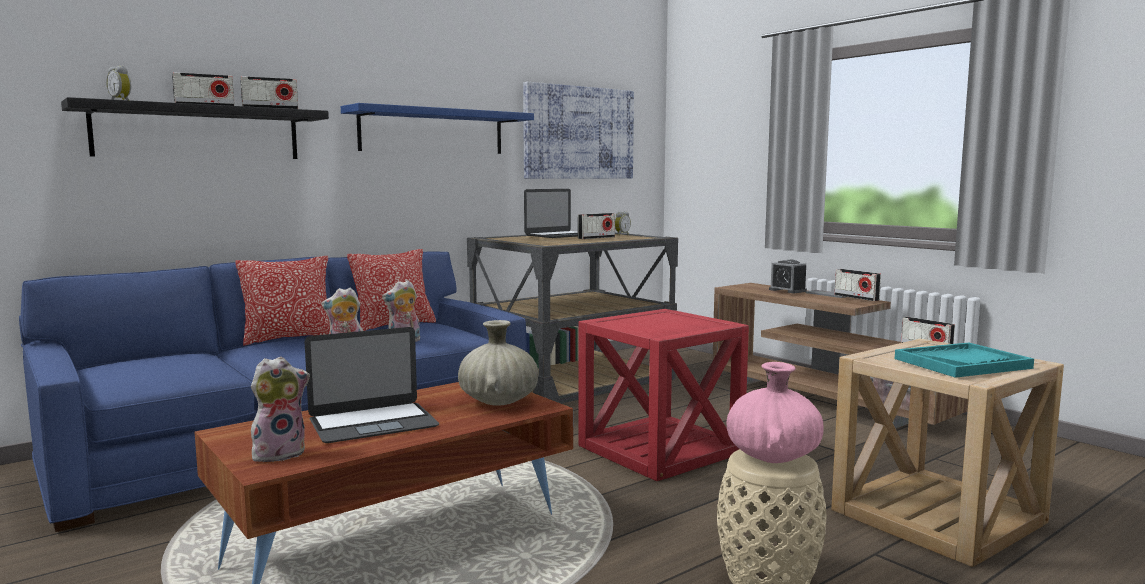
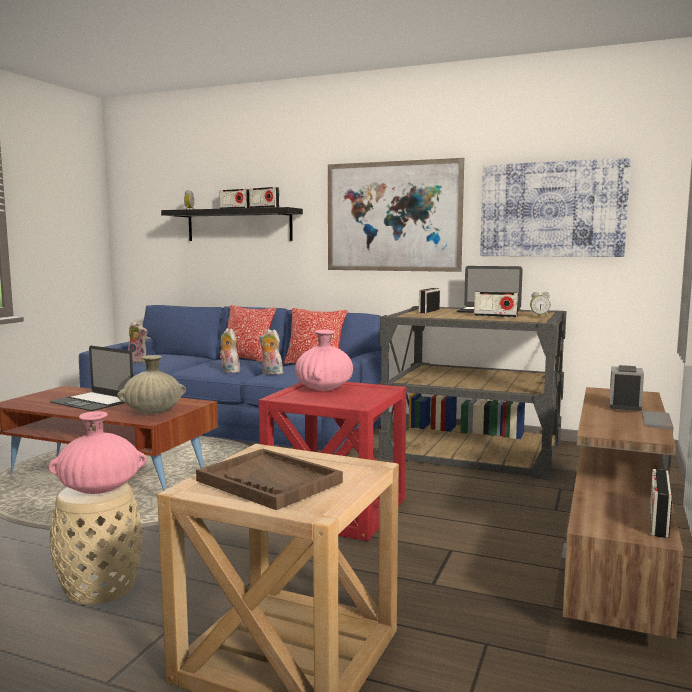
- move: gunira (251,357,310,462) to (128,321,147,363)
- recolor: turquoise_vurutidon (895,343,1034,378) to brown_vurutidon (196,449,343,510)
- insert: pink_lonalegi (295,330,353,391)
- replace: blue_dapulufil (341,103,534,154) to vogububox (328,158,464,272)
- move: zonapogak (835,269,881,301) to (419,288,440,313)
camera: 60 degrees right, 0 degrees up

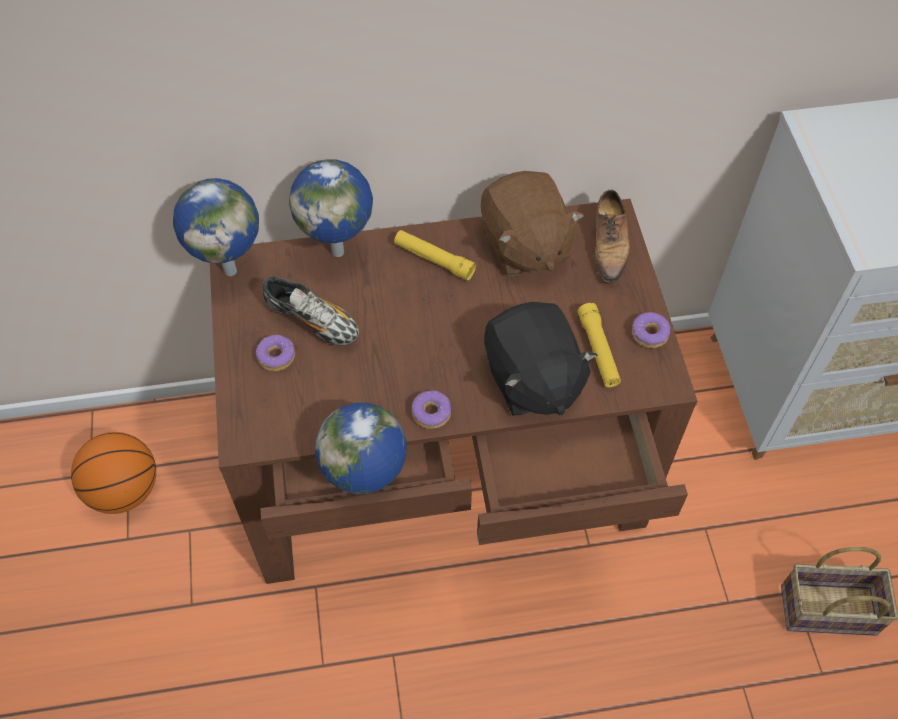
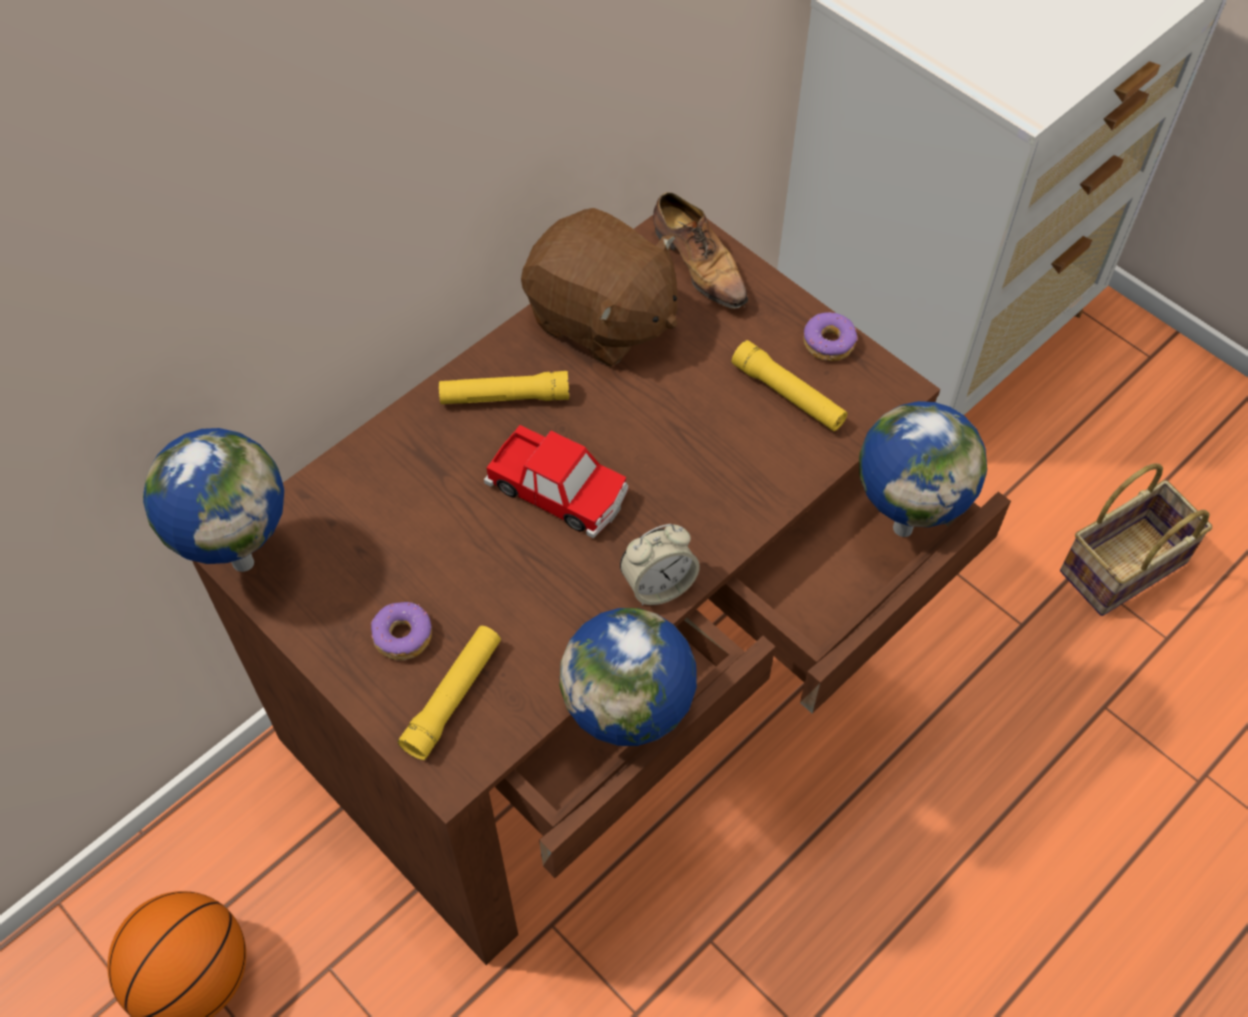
- insert: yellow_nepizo (398,626,501,760)
- insert: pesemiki (484,425,628,538)
- replace: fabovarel (412,390,451,429) to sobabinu (620,524,700,606)
- move: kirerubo (289,159,373,257) to (859,401,987,537)
- delete: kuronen (263,276,359,346)
- delete: black_gunira (484,302,597,416)
camera: 35 degrees left, 0 degrees up

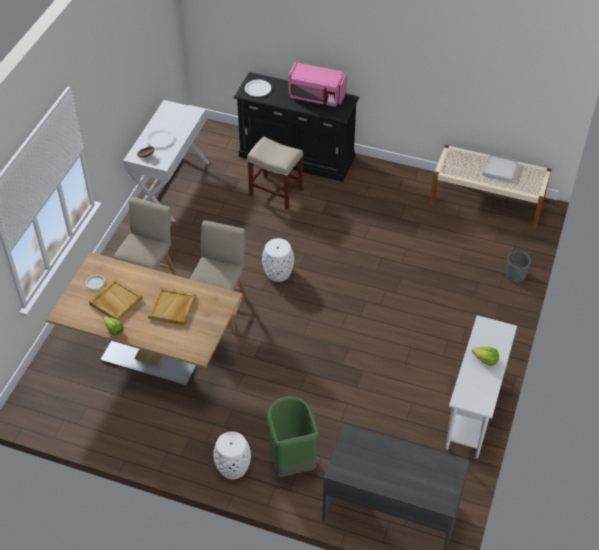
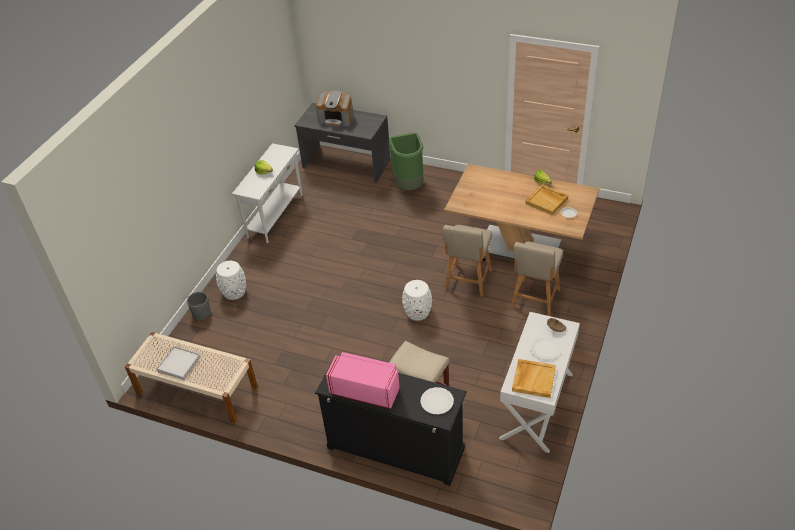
- move: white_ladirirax (213,431,251,479) to (216,261,246,300)
- insert: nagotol (316,90,354,127)
- move: beige_vurutidon (148,287,196,326) to (512,359,556,398)
camera: 175 degrees left, 5 degrees down

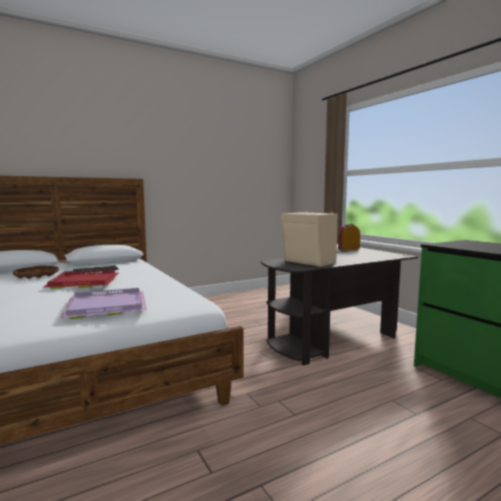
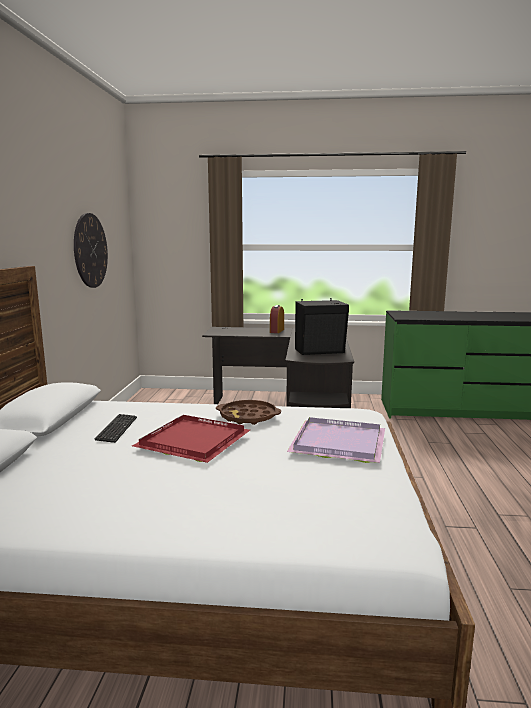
- insert: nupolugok (74,213,108,288)
- move: brown_vurutidon (13,265,59,279) to (216,400,281,425)
- recolor: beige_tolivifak (281,211,338,266) to black_tolivifak (295,298,349,355)
camera: 55 degrees left, 5 degrees up

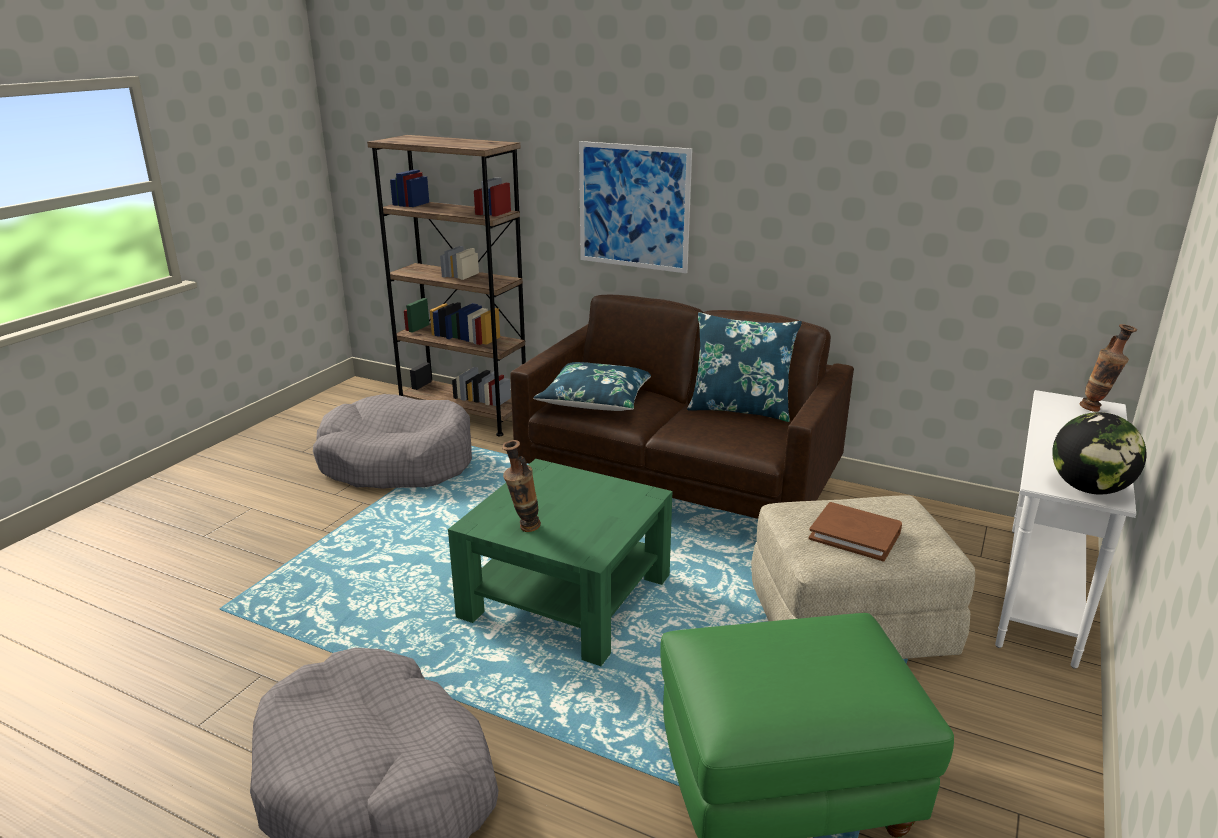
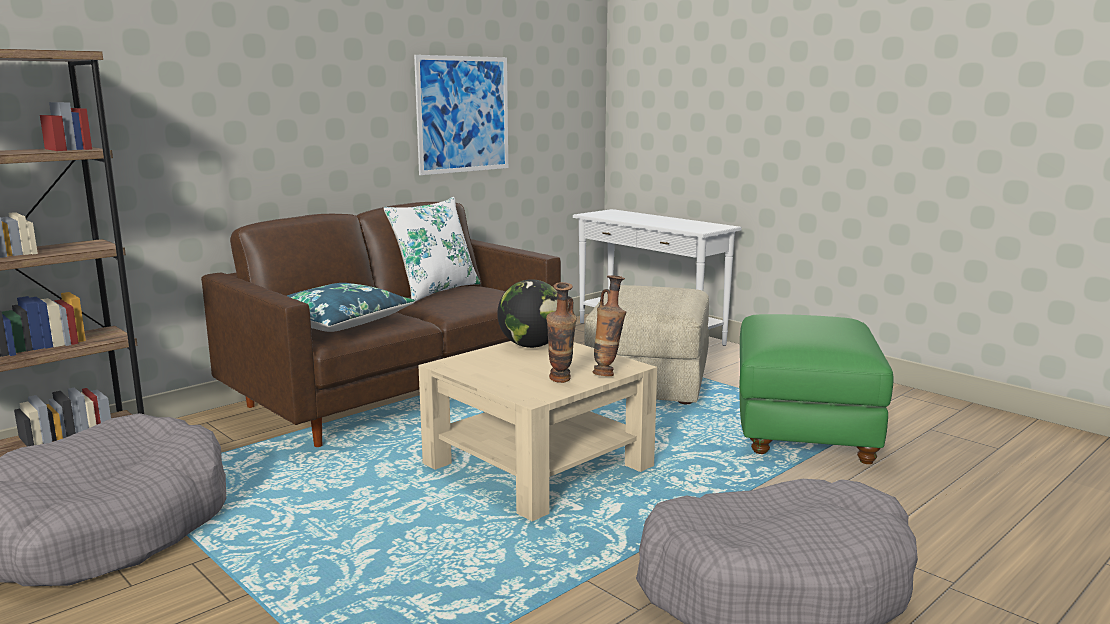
- recolor: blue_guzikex (687,312,802,422) to white_guzikex (384,197,480,302)
- move: vogububox (579,141,692,273) to (414,55,508,175)
- recolor: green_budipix (448,459,672,666) to beige_budipix (418,341,657,521)
- move: kirerubo (1052,412,1146,495) to (497,279,557,348)
- move: lonalegi (1080,324,1137,412) to (593,275,626,376)
- delete: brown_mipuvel (808,502,902,562)
camera: 70 degrees left, 10 degrees down

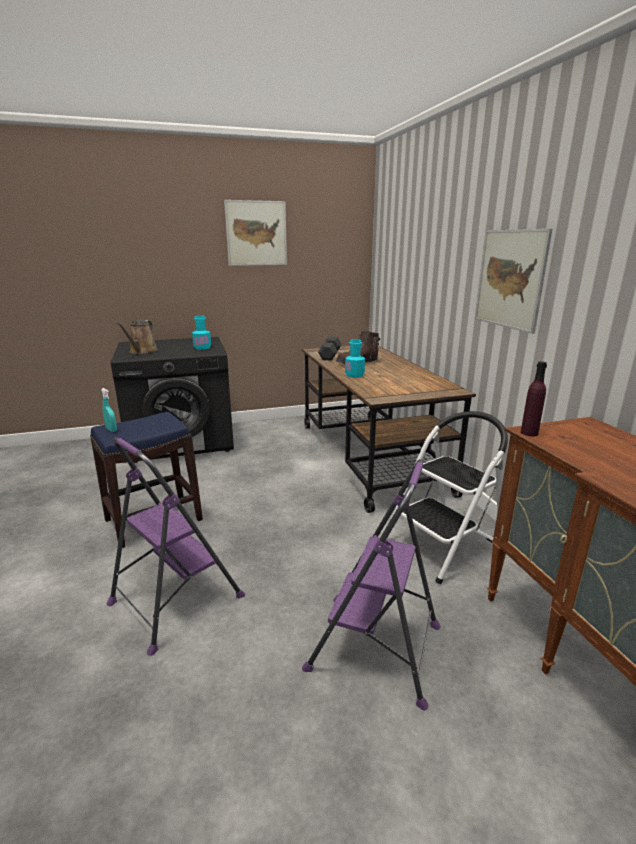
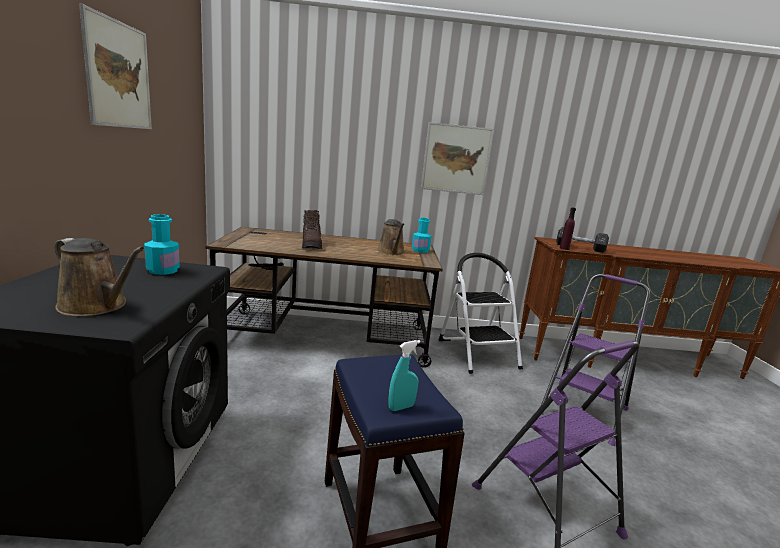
- insert: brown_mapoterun (377,219,405,255)
- move: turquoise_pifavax (345,339,365,378) to (412,218,432,253)
- move: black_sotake (318,336,342,361) to (556,227,609,253)
camera: 75 degrees left, 5 degrees down

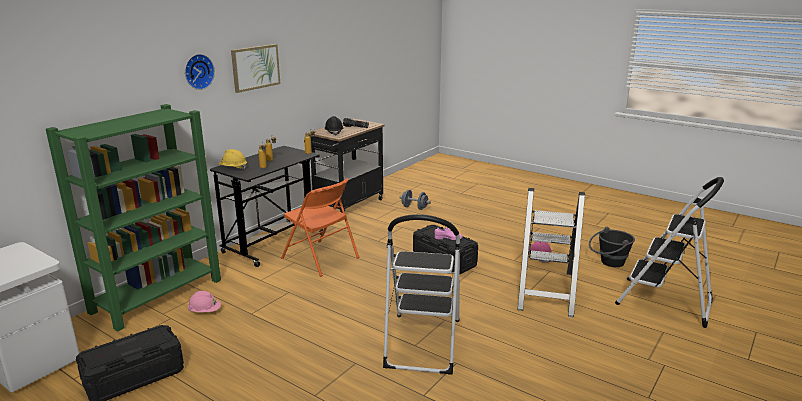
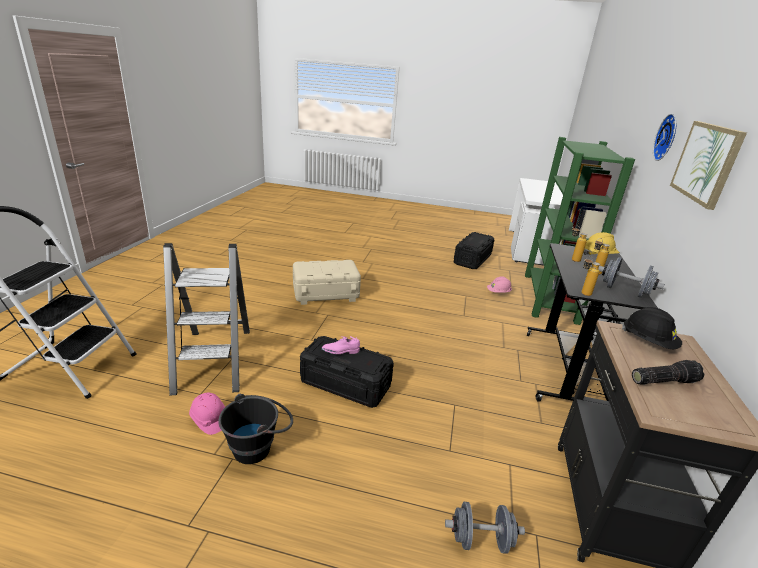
- move: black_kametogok (589,227,635,267) to (218,394,293,464)
- replace: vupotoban (383,214,460,375) to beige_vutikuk (293,260,361,305)
- insert: grey_sotake (599,257,665,298)
- delete: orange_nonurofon (281,178,359,277)
camera: 155 degrees right, 5 degrees up

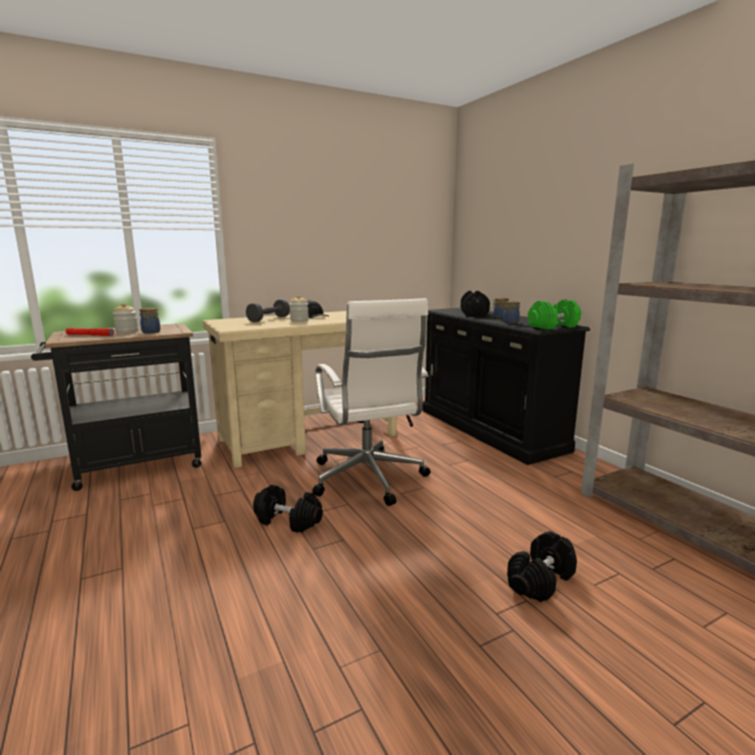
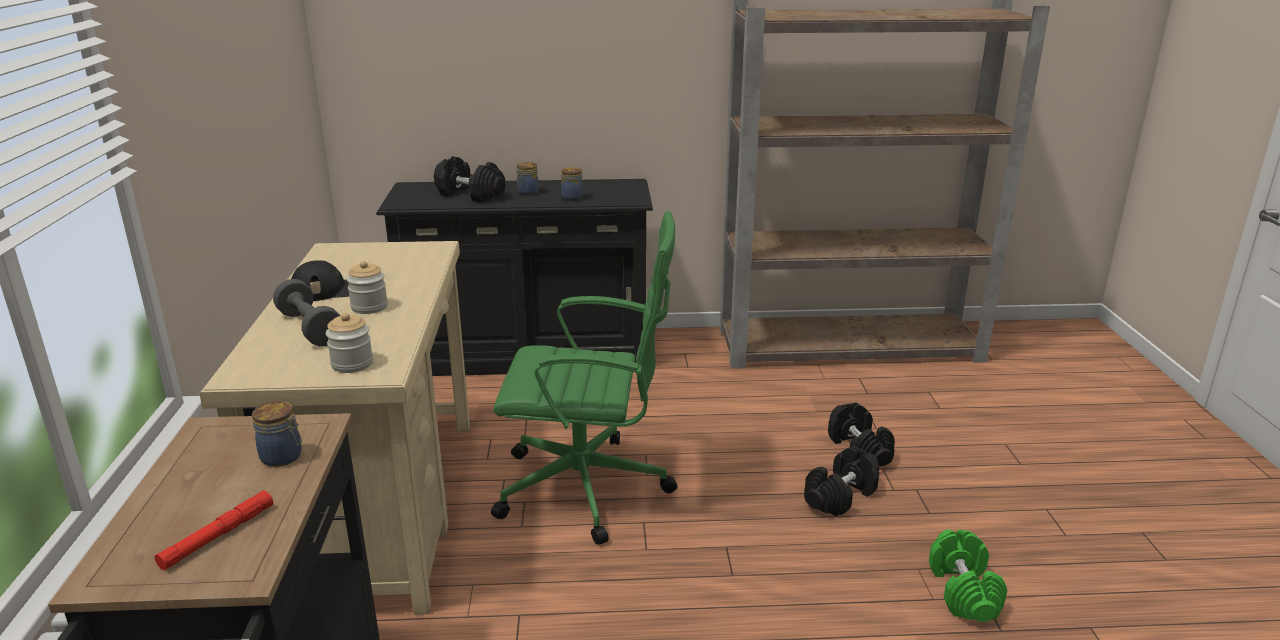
- move: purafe (113,303,138,333) to (326,313,373,373)
- recolor: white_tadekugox (312,298,431,506) to green_tadekugox (491,211,678,545)
- move: black_sotake (253,485,323,533) to (804,446,880,516)
- move: green_sotake (528,299,581,330) to (929,529,1007,622)
camera: 65 degrees left, 10 degrees up

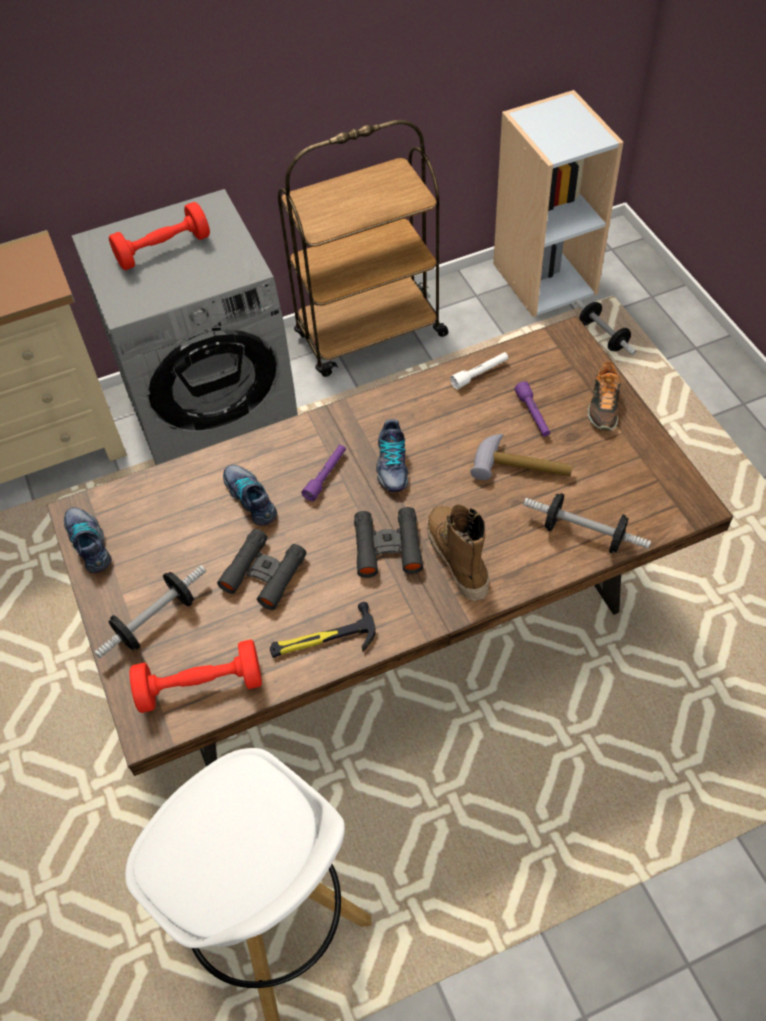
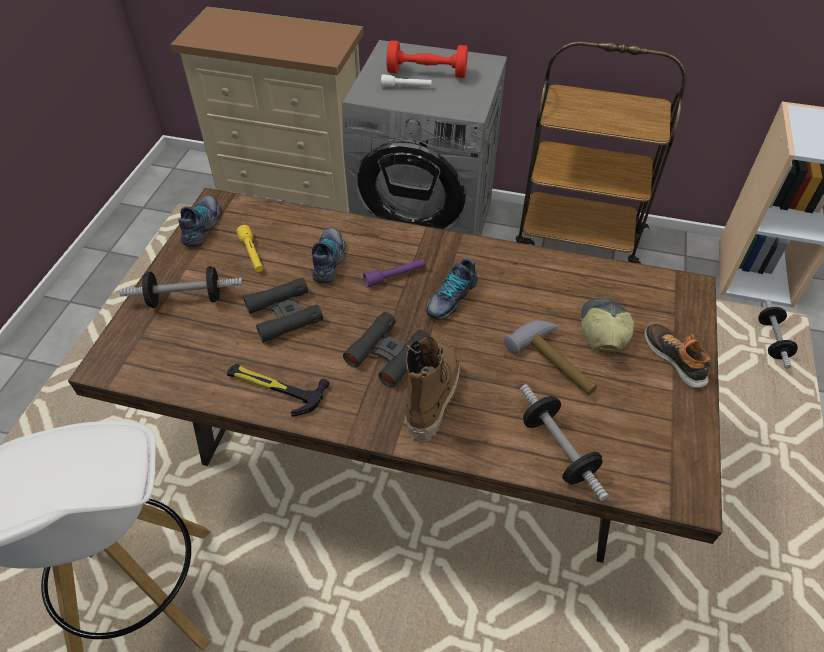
- insert: yellow_nepizo (236,225,263,272)
- move: white_nepizo (450,352,508,389) to (381,74,432,87)
- replace: purple_nepizo (514,381,550,437) to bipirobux (581,297,634,352)
- rotate: kuronen (588,360,621,431) = (645,323,711,389) 105 degrees clockwise
- delete: red_sotake (129,640,262,713)
camera: 35 degrees right, 5 degrees down

